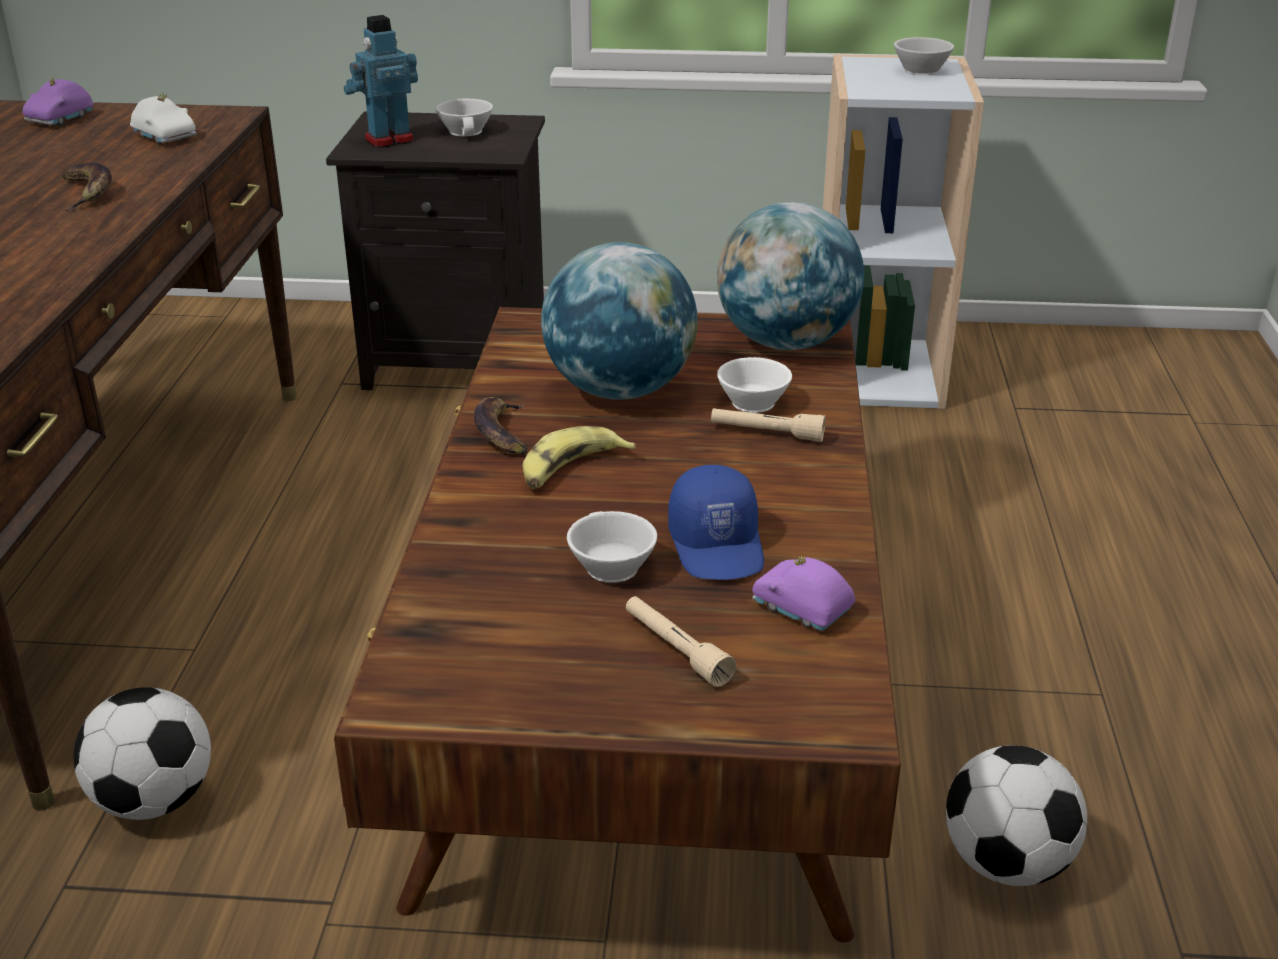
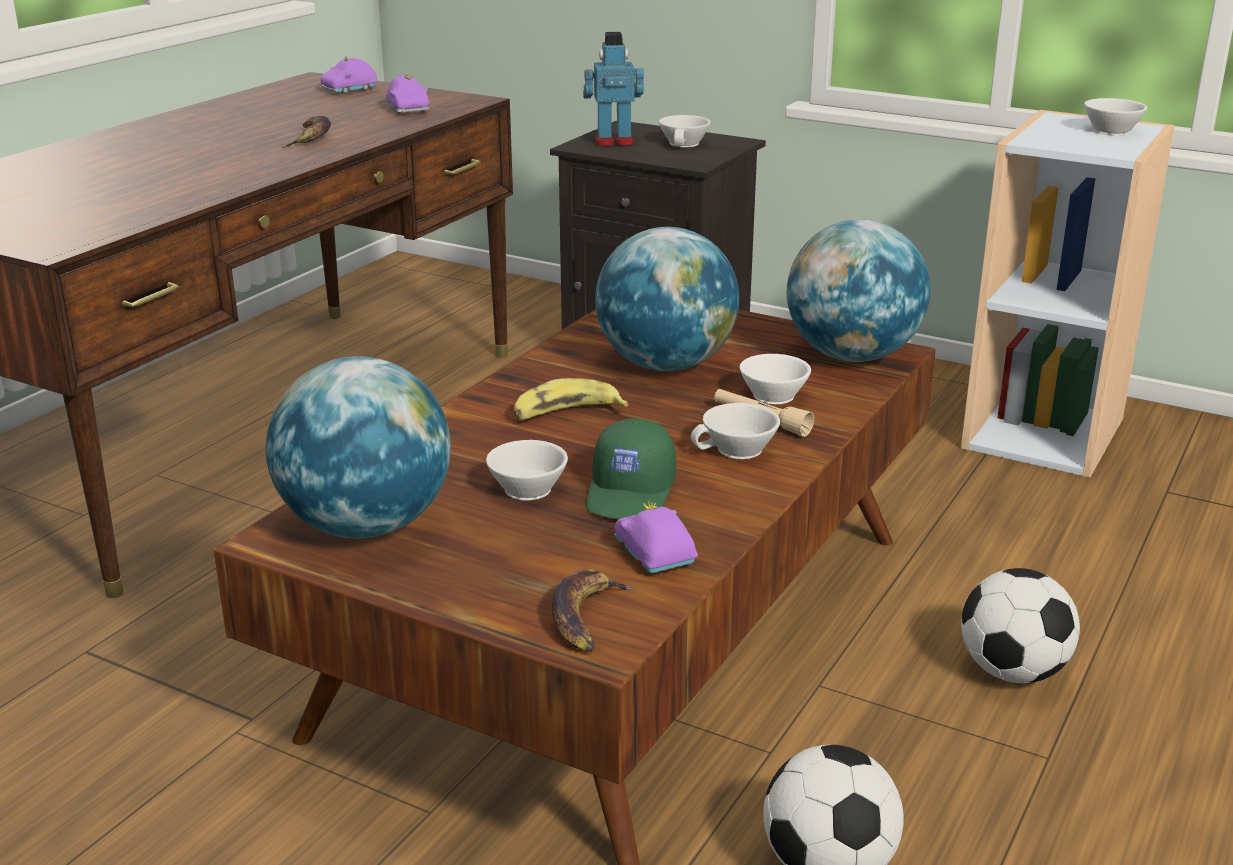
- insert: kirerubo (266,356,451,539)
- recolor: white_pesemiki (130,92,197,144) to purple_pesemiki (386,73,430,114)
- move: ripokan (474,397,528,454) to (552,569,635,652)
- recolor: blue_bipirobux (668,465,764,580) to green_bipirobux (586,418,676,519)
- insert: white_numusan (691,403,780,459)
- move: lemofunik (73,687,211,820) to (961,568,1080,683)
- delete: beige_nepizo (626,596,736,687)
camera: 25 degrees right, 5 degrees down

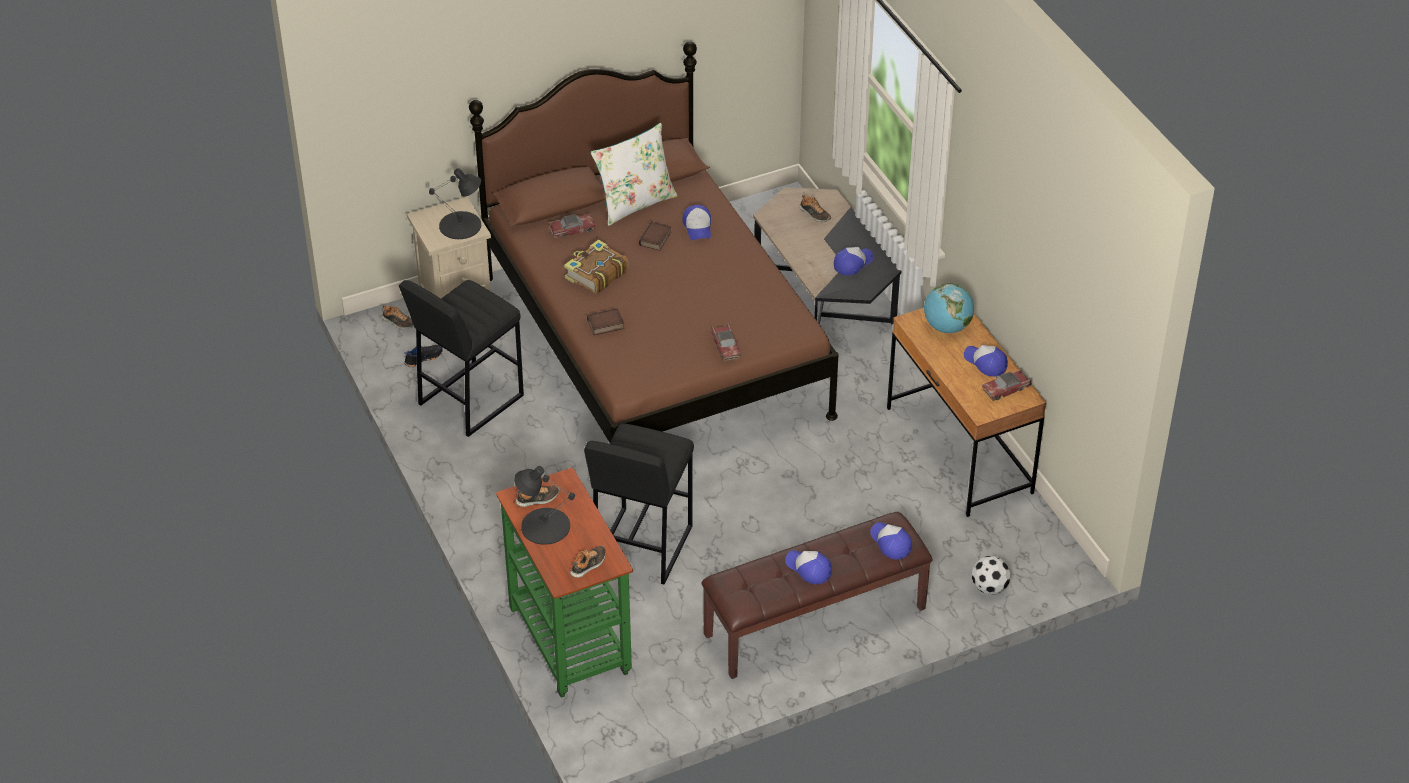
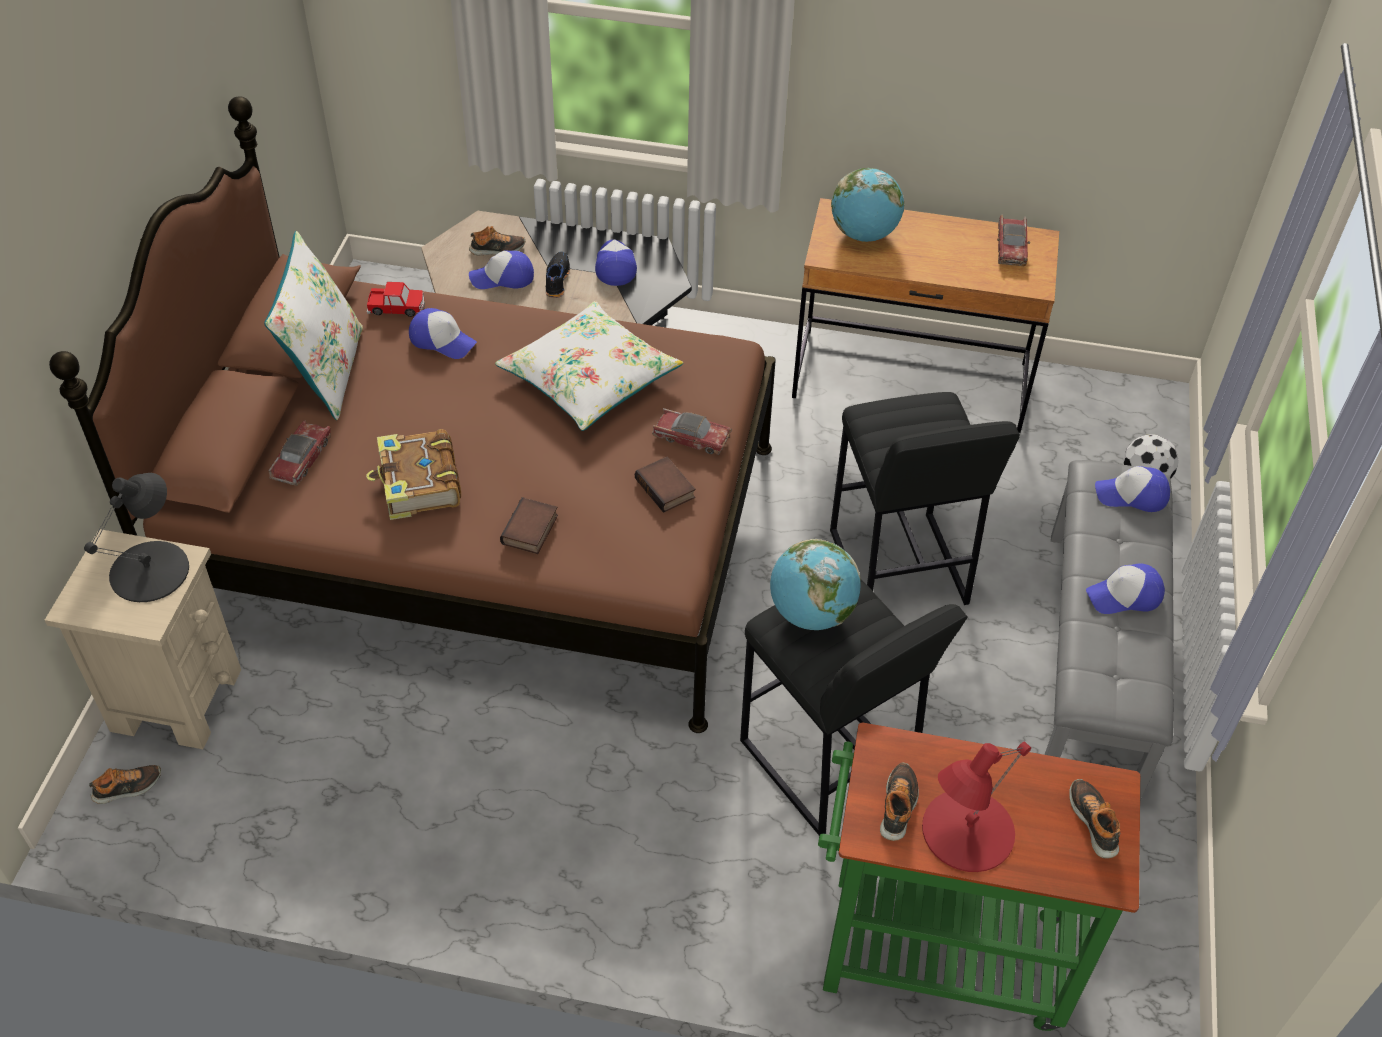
- insert: pesemiki (367,282,425,317)
- move: bipirobux (964,345,1008,377) to (469,250,534,289)
- insert: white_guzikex (495,301,684,431)
- move: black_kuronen (404,345,443,367) to (546,252,570,298)
- move: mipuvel (639,222,671,251) to (635,456,695,513)
- insert: kirerubo (770,539,861,630)
- move: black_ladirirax (399,280,524,437) to (830,392,1020,605)
- recolor: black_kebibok (514,466,575,545) to red_kebibok (922,741,1031,872)
- recolor: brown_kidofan (701,512,932,679) to grey_kidofan (1044,460,1174,800)
camera: 55 degrees left, 5 degrees up

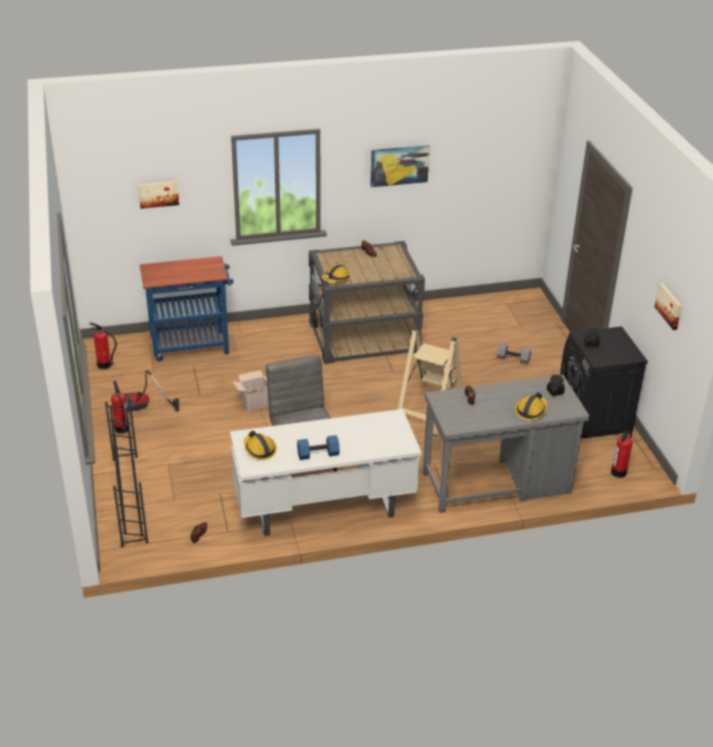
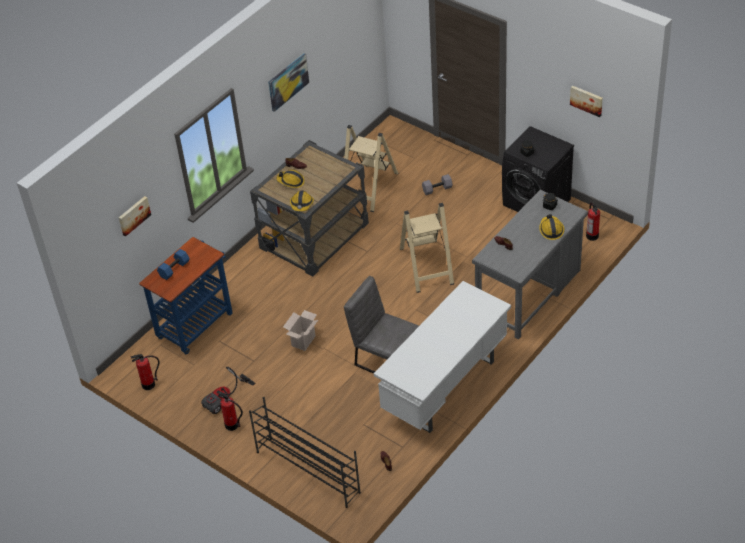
- move: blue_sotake (297,435,340,460) to (157,249,190,280)
- move: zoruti (244,431,277,461) to (277,170,305,188)
- insert: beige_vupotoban (344,125,398,212)
camera: 35 degrees left, 10 degrees up

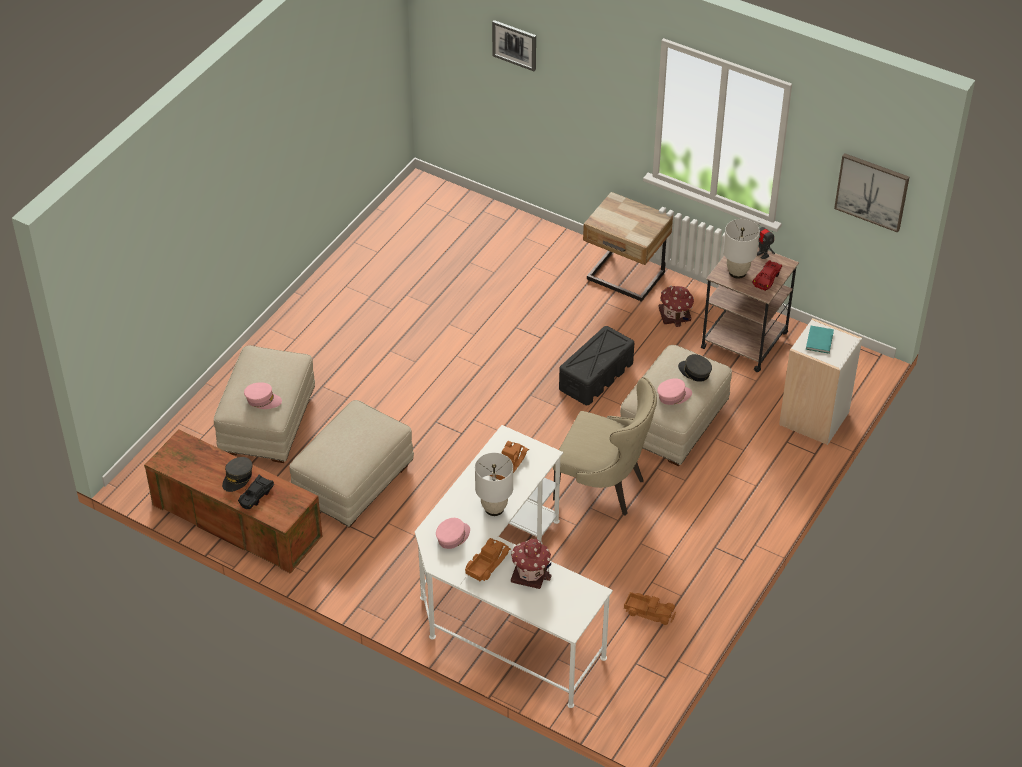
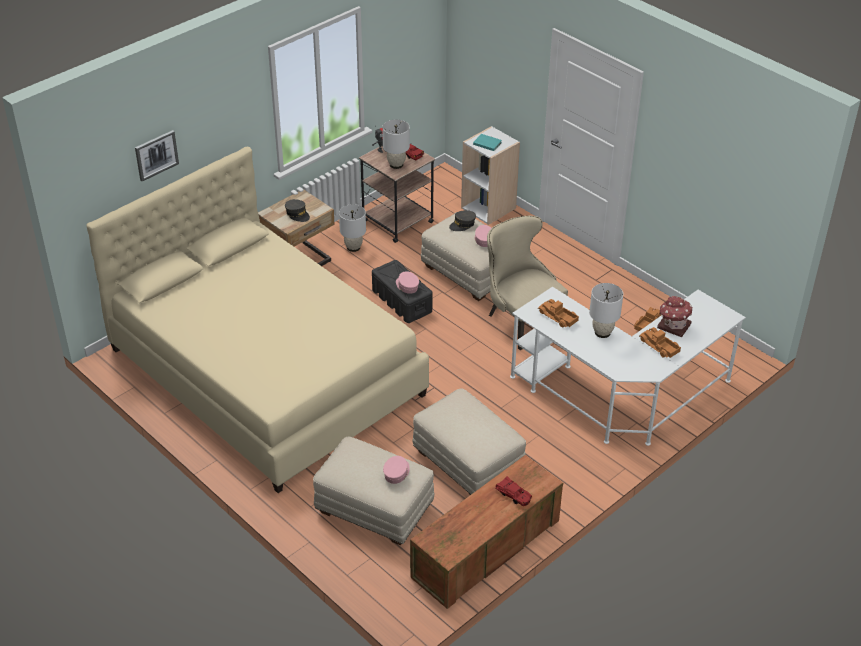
- insert: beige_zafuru (86,147,429,493)
- move: grey_bipirobux (222,457,252,492) to (285,199,310,222)
- replace: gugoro (658,285,694,327) to white_kebibok (339,204,366,252)
- move: pink_bipirobux (436,518,470,549) to (396,271,419,294)
- rotate: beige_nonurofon (553,377,657,515) = (487,216,568,350) 75 degrees counterclockwise
- recolor: black_pesemiki (238,474,274,509) to red_pesemiki (496,476,532,506)
- delete: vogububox (834,153,909,233)
camera: 75 degrees left, 5 degrees down

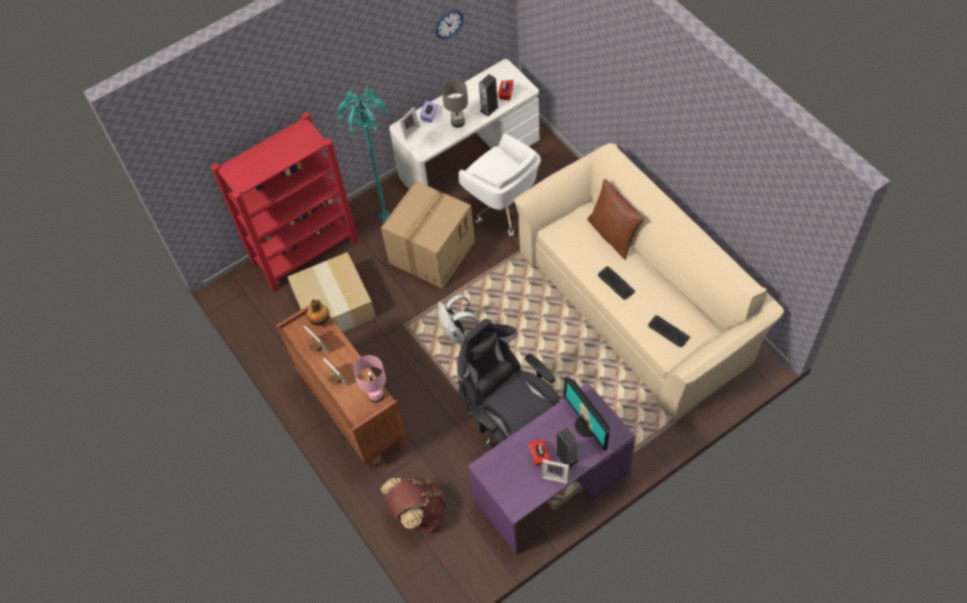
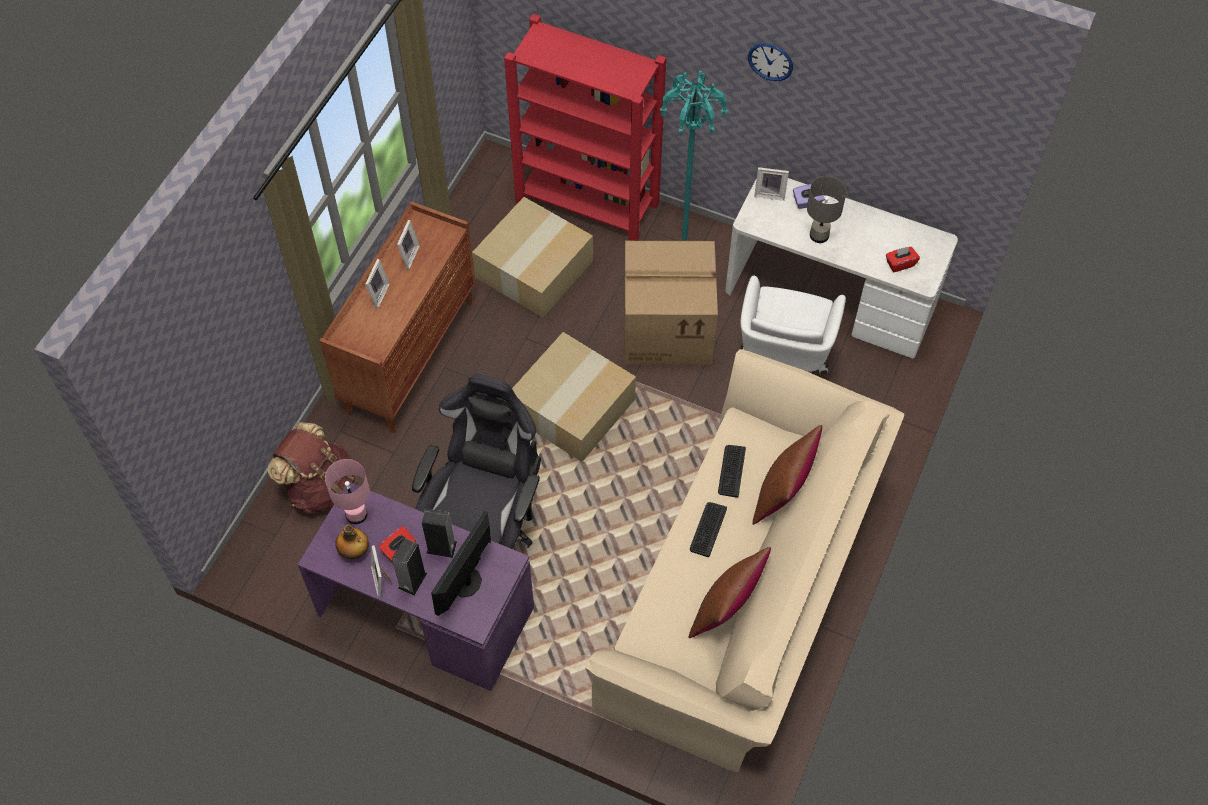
- move: pink_kebibok (353,355,386,403) to (325,459,370,524)
- move: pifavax (307,299,329,325) to (335,524,369,559)
- move: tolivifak (479,74,499,117) to (422,508,457,558)
- replace: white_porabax (438,294,479,343) to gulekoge (512,332,636,462)
- insert: brown_guzikex (688,547,771,638)
- move: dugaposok (648,315,690,347) to (718,445,746,498)
- move: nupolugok (436,10,463,39) to (748,43,793,81)
camera: 55 degrees right, 0 degrees up

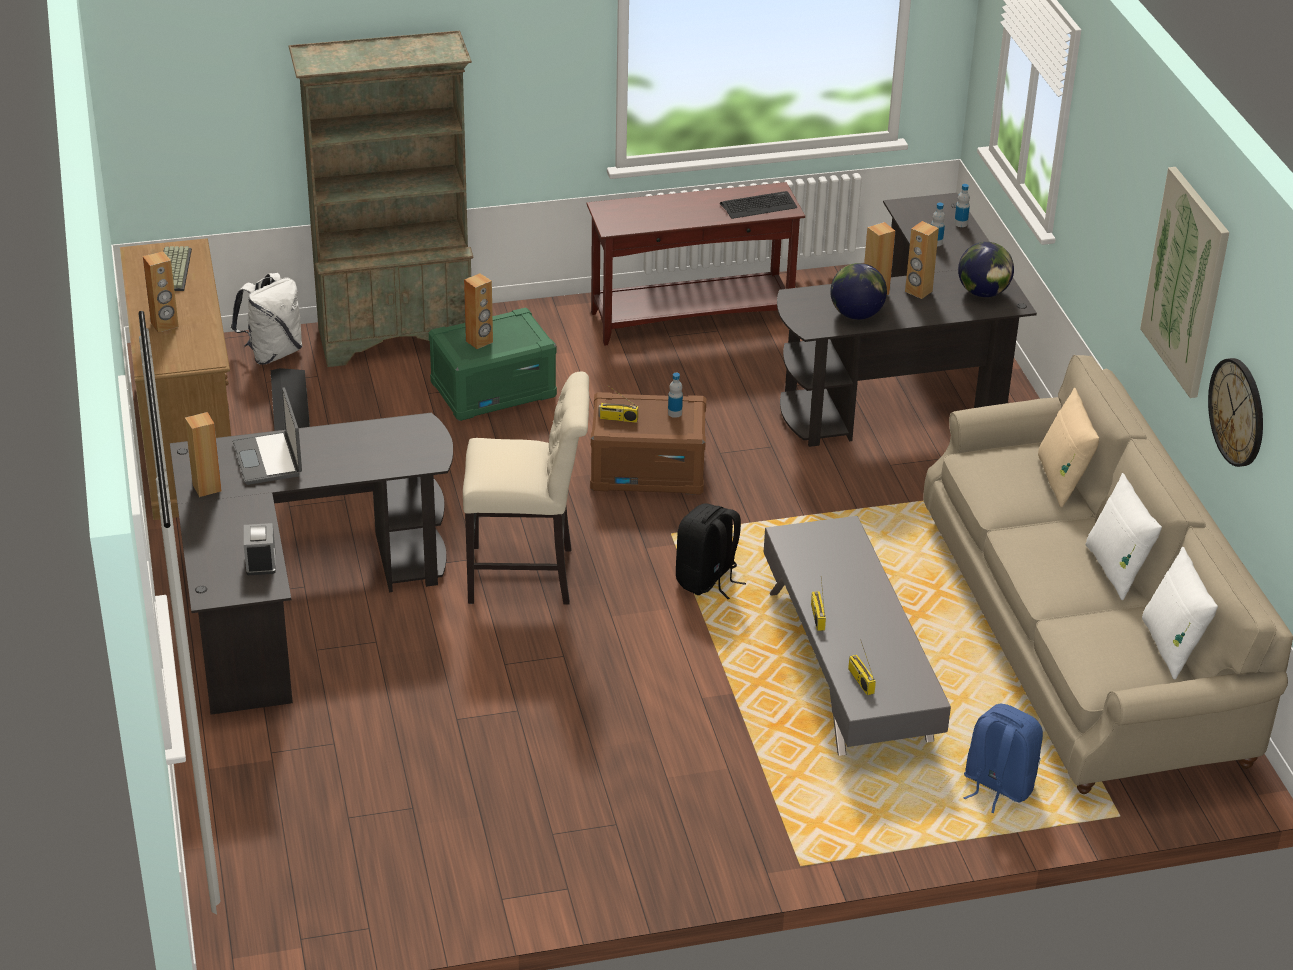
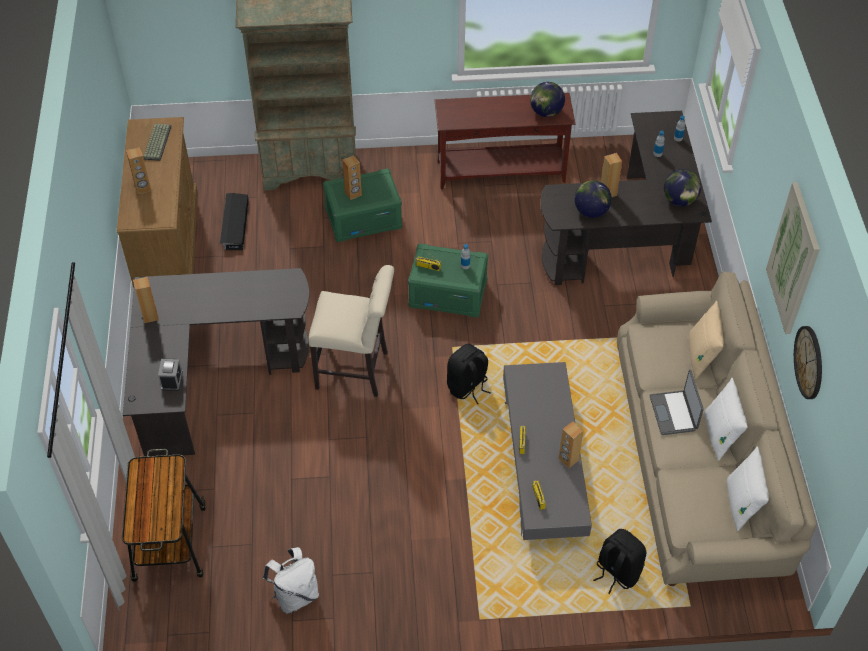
- insert: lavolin (122,449,206,582)
- move: white_porabax (231,273,303,365) to (263,547,319,614)
- recolor: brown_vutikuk (590,392,706,495) to green_vutikuk (408,244,488,317)
- replace: dugaposok (720,191,797,219) to kirerubo (530,82,565,117)
- move: brown_tolivifak (905,221,939,299) to (559,421,583,468)
- recolor: blue_porabax (963,704,1043,813) to black_porabax (593,529,646,594)
- move: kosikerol (233,387,302,485) to (649,370,704,435)
camera: 10 degrees right, 15 degrees up

